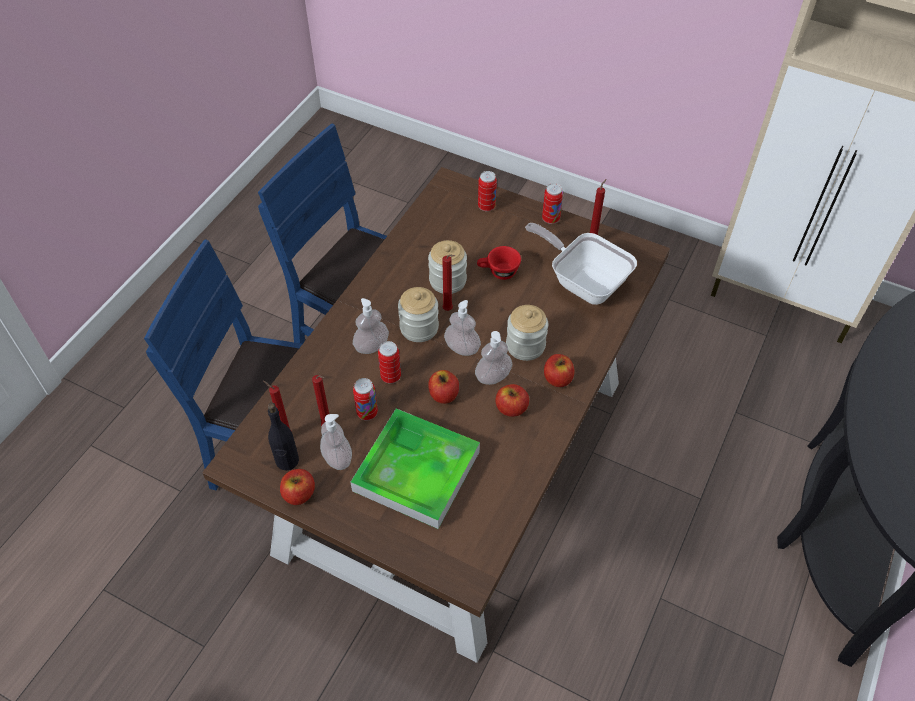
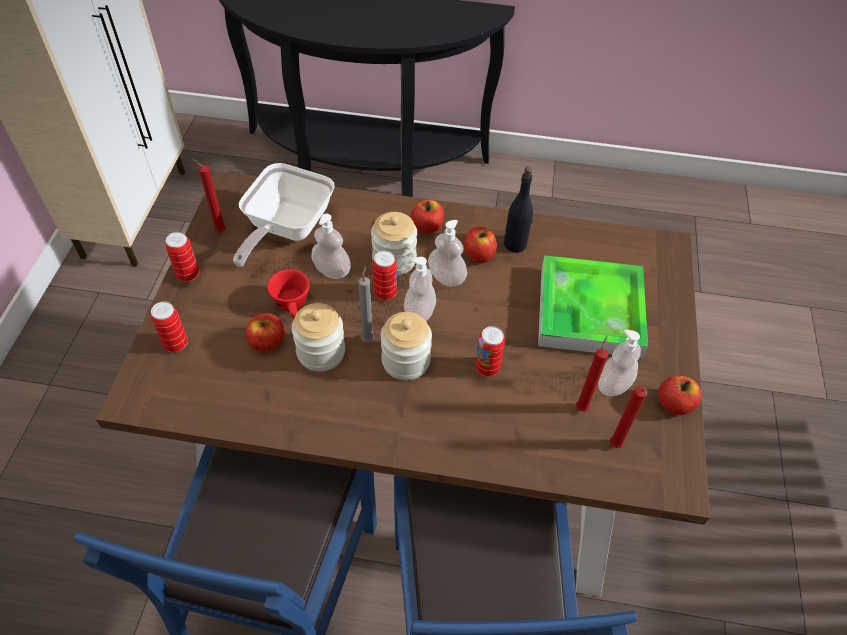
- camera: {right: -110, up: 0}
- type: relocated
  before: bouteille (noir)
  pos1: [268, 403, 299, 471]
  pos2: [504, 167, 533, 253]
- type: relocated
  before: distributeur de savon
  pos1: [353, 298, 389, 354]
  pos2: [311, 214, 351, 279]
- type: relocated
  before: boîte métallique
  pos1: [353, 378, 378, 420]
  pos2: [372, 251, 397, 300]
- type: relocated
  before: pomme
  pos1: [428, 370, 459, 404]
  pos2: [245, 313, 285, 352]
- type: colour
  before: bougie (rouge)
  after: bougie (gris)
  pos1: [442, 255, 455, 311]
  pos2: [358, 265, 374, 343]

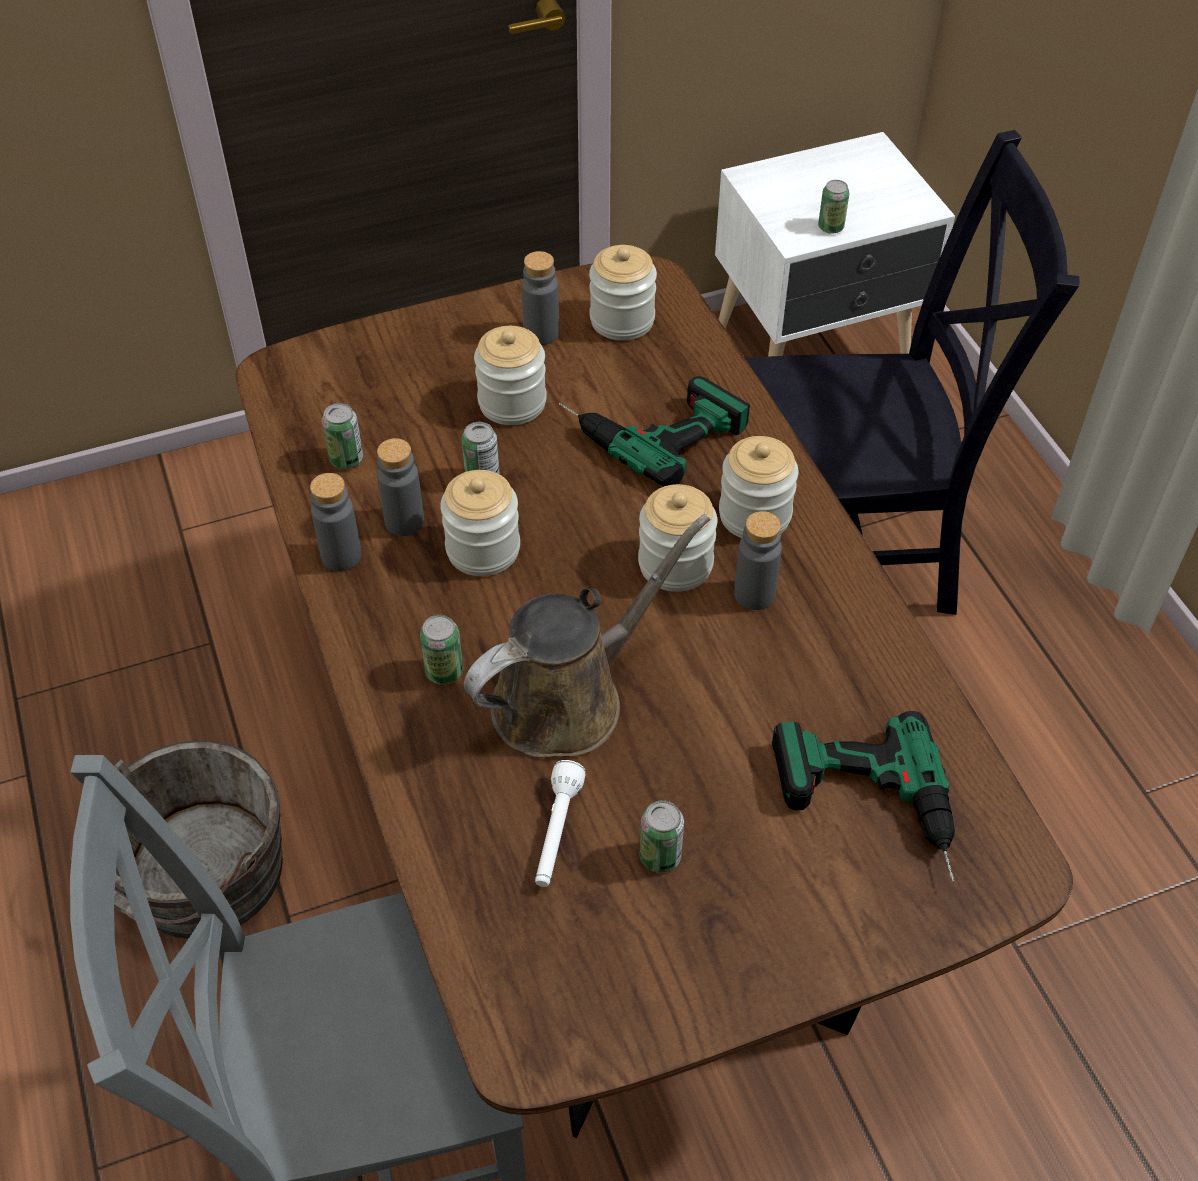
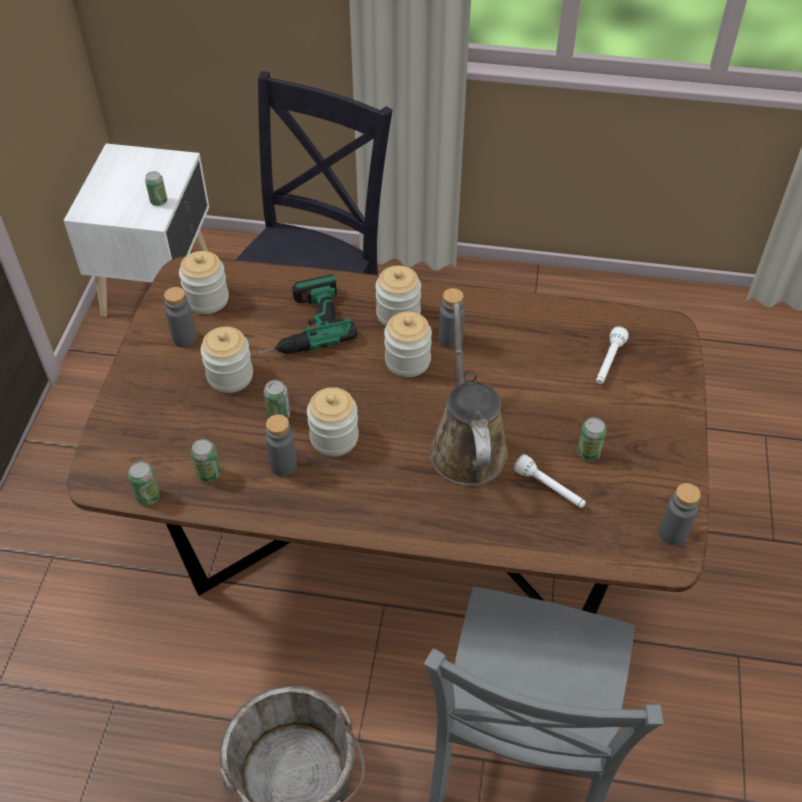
- camera: {right: -60, up: 0}
- type: relocated
  before: bouteille (gris)
  pos1: [310, 473, 361, 571]
  pos2: [659, 483, 701, 546]
- type: relocated
  before: boîte métallique
  pos1: [420, 615, 463, 684]
  pos2: [128, 461, 160, 505]
- type: exchanged
  before: perceuse
  after: lampe de poche (blanc)
  pos1: [772, 711, 955, 882]
  pos2: [596, 326, 629, 384]

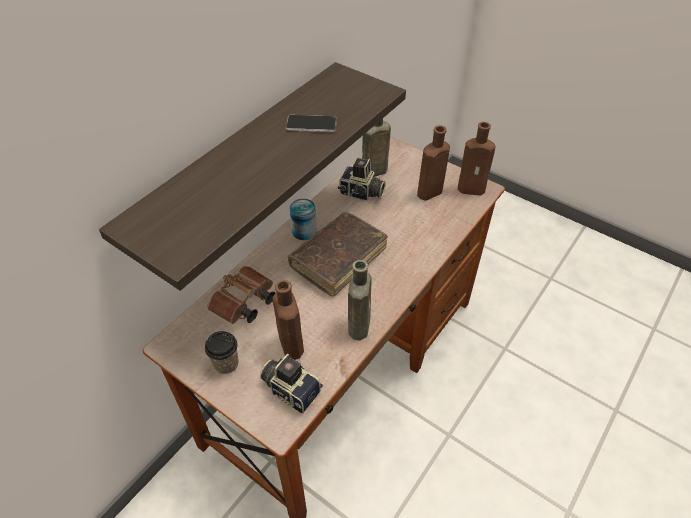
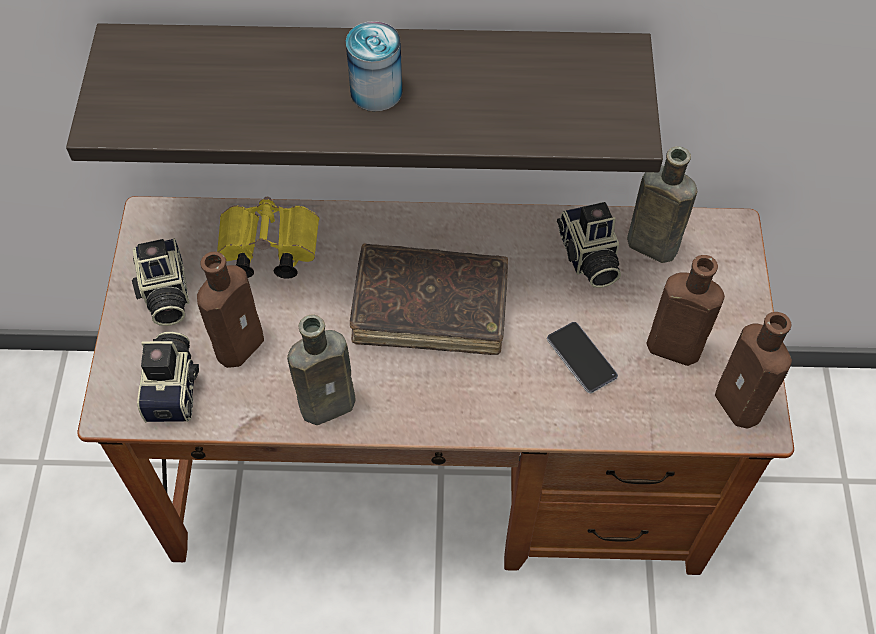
- camera: {right: 55, up: 10}
- type: relocated
  before: téléphone
  pos1: [286, 115, 337, 132]
  pos2: [547, 322, 618, 393]
- type: relocated
  before: boîte métallique
  pos1: [290, 199, 316, 240]
  pos2: [346, 21, 402, 111]
- type: exchanged
  before: tasse
  after: appareil photo
  pos1: [205, 331, 238, 374]
  pos2: [132, 238, 190, 326]
- type: colour
  before: jumelles (marron)
  after: jumelles (jaune)
  pos1: [207, 266, 276, 324]
  pos2: [217, 197, 319, 279]

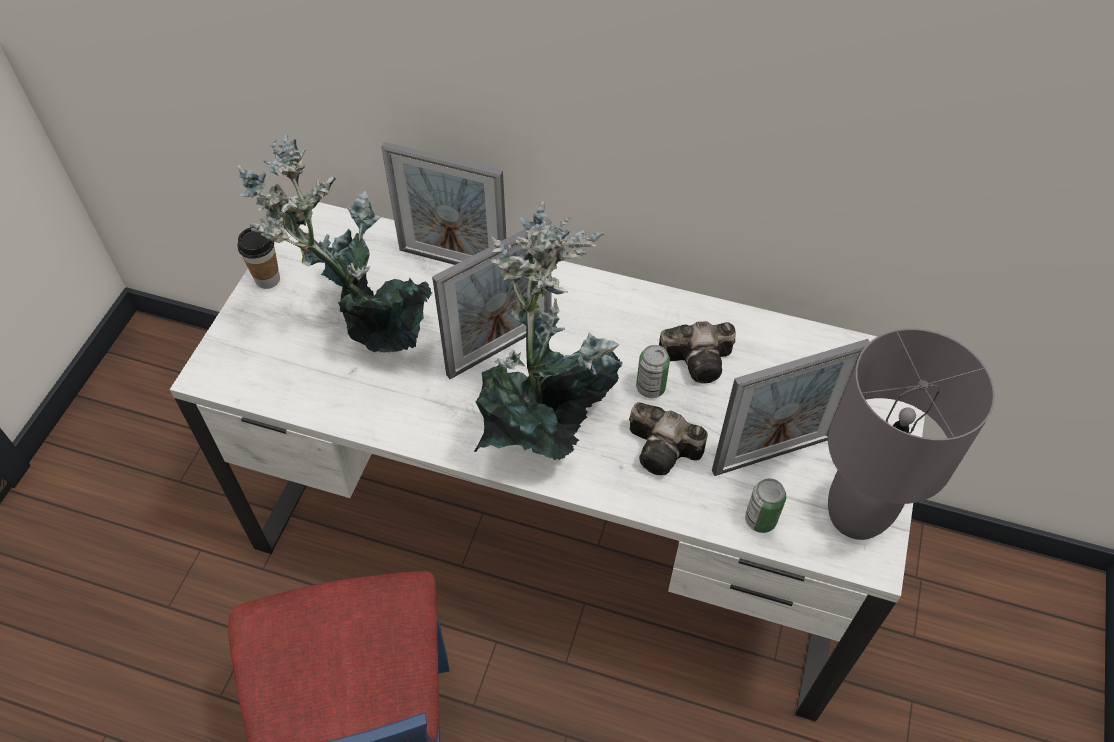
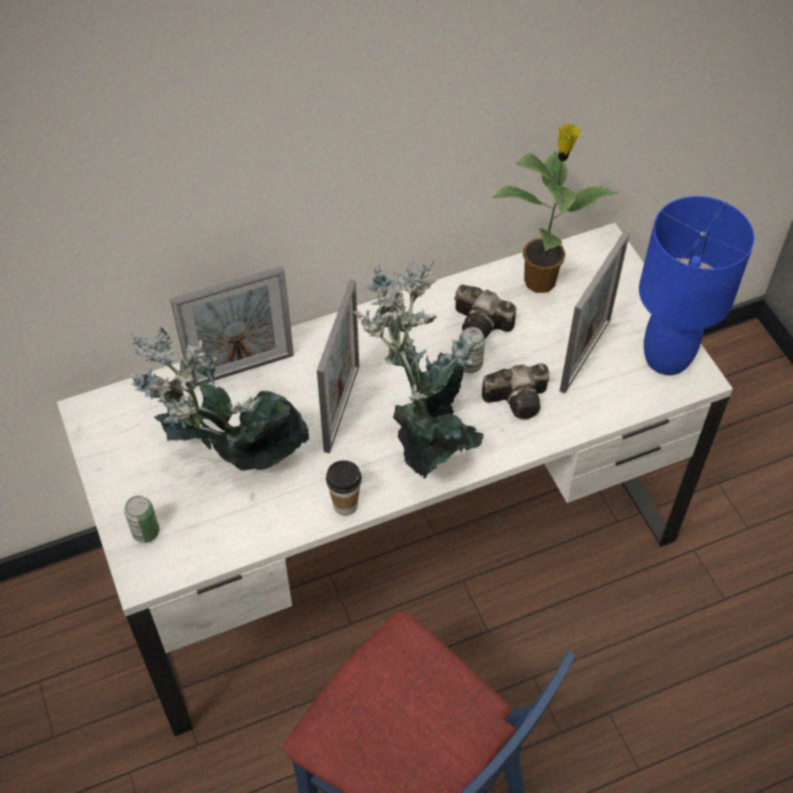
- camera: {right: -40, up: 0}
- type: appeared
  after: plante en pot
  pos2: [491, 123, 619, 293]
- type: relocated
  before: tasse
  pos1: [238, 227, 280, 289]
  pos2: [326, 460, 362, 516]
- type: relocated
  before: boîte métallique
  pos1: [745, 479, 786, 533]
  pos2: [124, 495, 160, 543]
- type: colour
  before: lampe de table (gris)
  after: lampe de table (bleu)
  pos1: [828, 328, 995, 540]
  pos2: [639, 196, 755, 375]
- type: spun
  before: appareil photo
  pos1: [659, 321, 736, 384]
  pos2: [454, 285, 516, 339]
  turn: 75

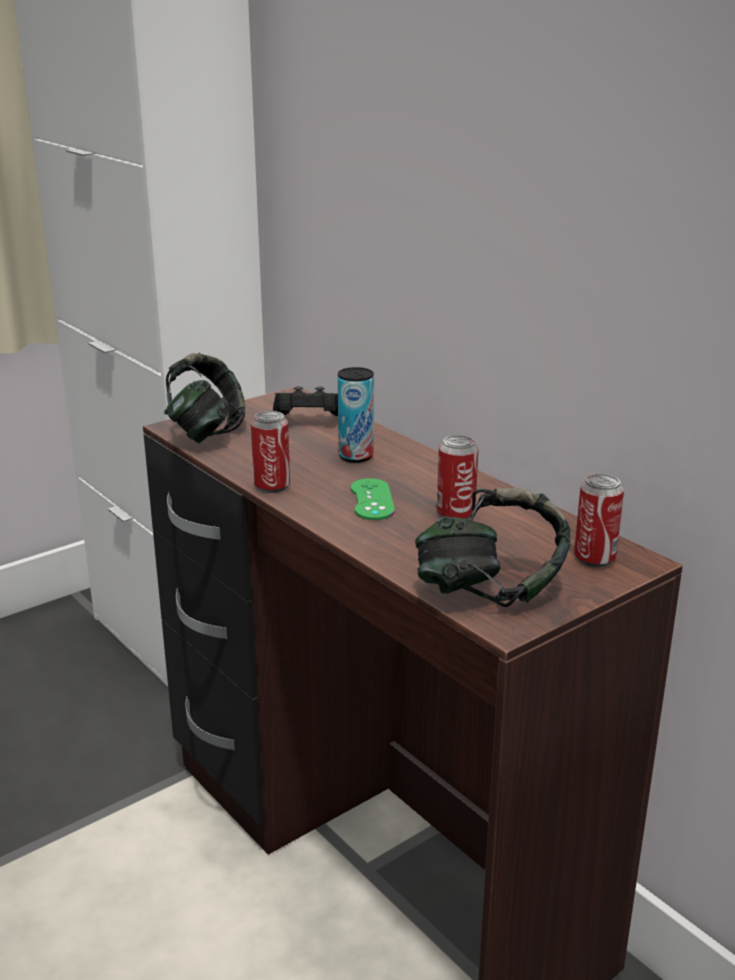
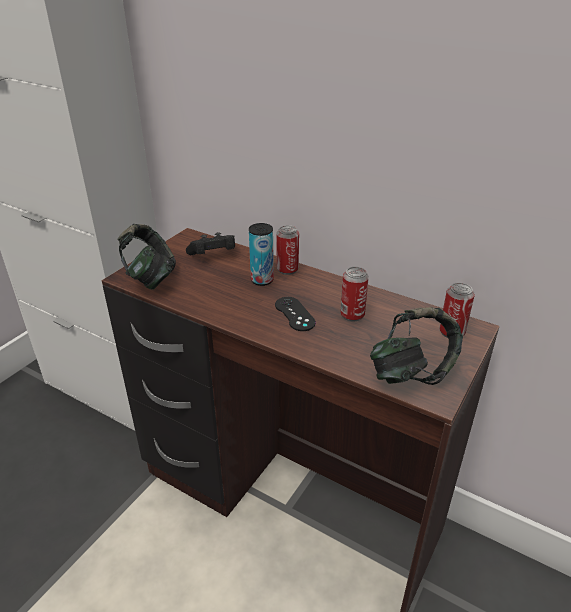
- camera: {right: -20, up: 10}
- type: relocated
  before: boîte métallique
  pos1: [251, 411, 290, 493]
  pos2: [276, 225, 299, 275]
- type: colour
  before: manette (vert)
  after: manette (noir)
  pos1: [350, 478, 395, 520]
  pos2: [275, 297, 316, 331]

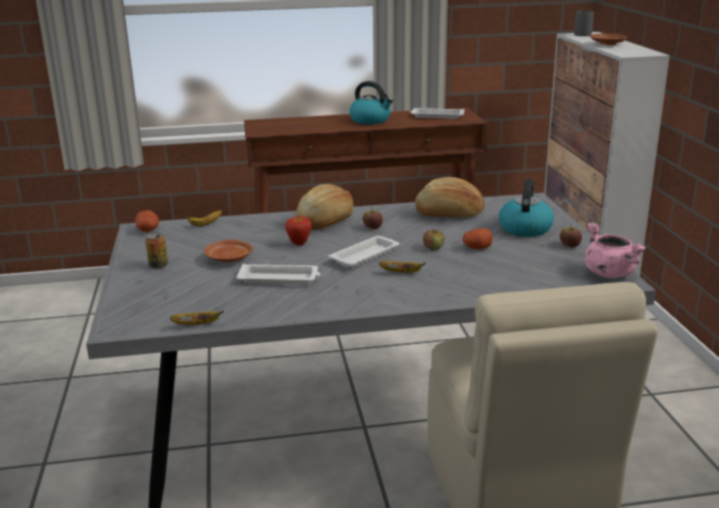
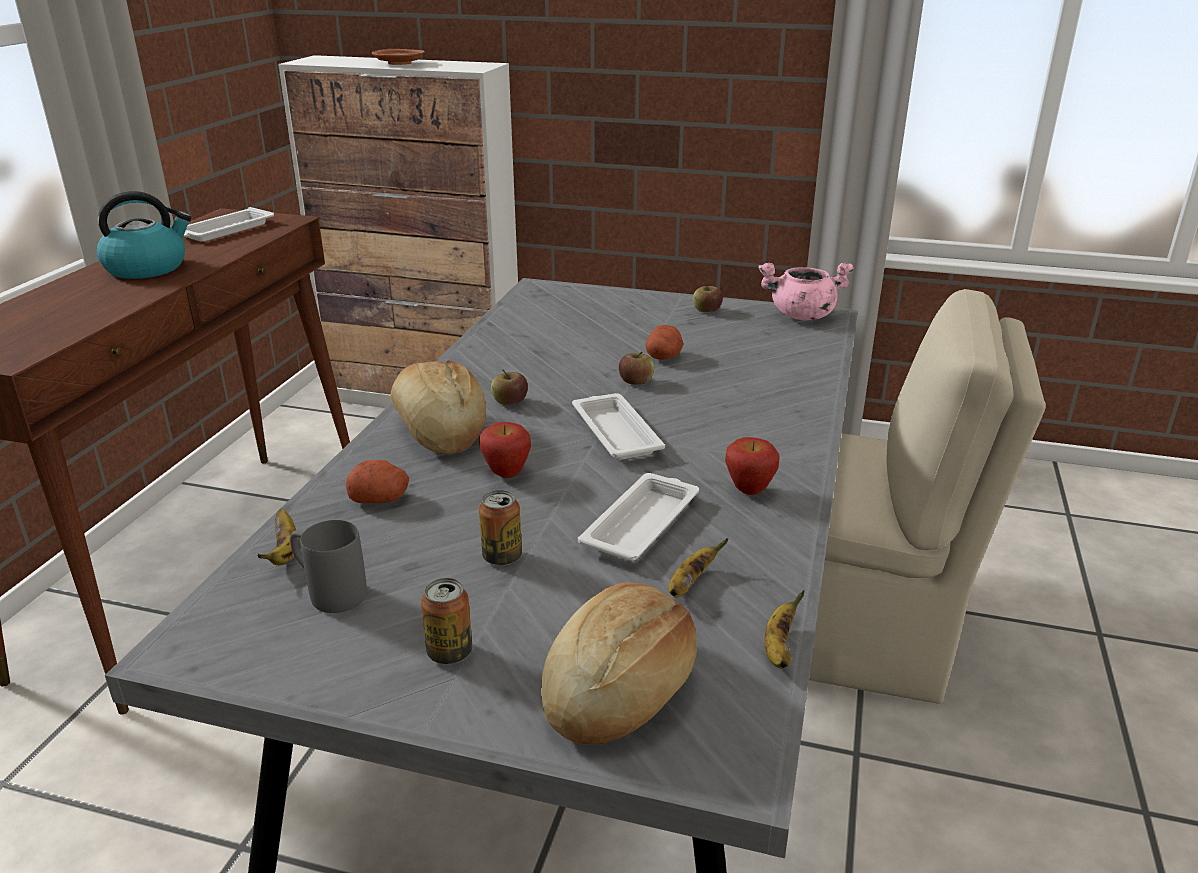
- camera: {right: -65, up: 5}
- type: missing
  before: bouilloire
  pos1: [499, 179, 554, 237]
- type: appeared
  after: pomme
  pos2: [725, 437, 779, 495]
- type: relocated
  before: pomme de terre
  pos1: [135, 210, 159, 232]
  pos2: [345, 460, 409, 503]
- type: relocated
  before: banane
  pos1: [379, 261, 425, 273]
  pos2: [668, 538, 728, 597]
- type: relocated
  before: pain
  pos1: [415, 177, 485, 217]
  pos2: [541, 582, 697, 744]
- type: relocated
  before: mug (gris)
  pos1: [574, 10, 594, 36]
  pos2: [290, 520, 367, 613]
- type: exchanged
  before: assiette (marron)
  after: boîte métallique
  pos1: [204, 240, 253, 262]
  pos2: [479, 490, 522, 566]

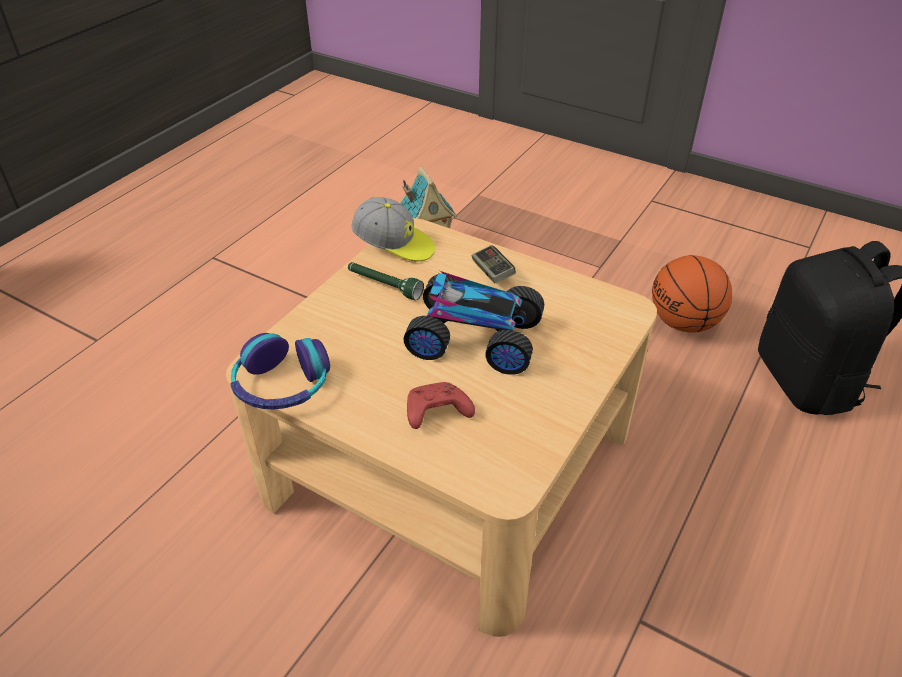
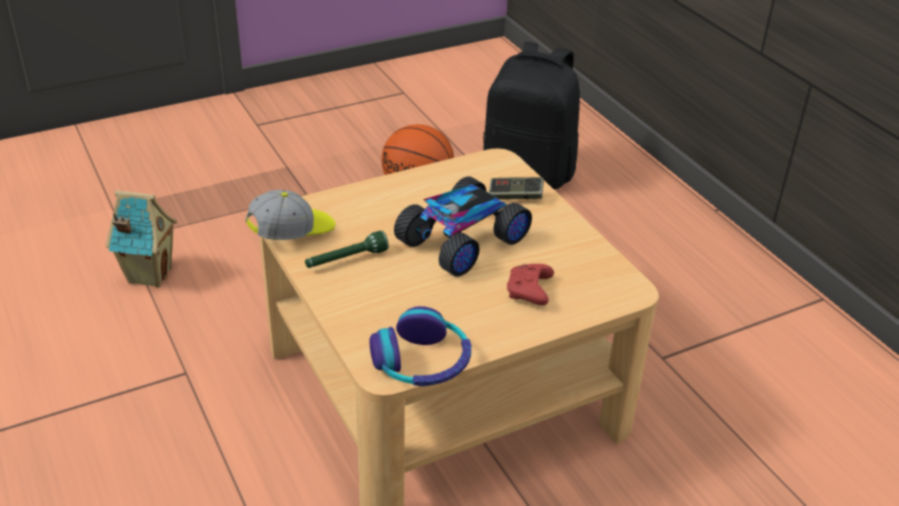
- camera: {right: -60, up: -5}
- type: relocated
  before: manette
  pos1: [472, 245, 516, 284]
  pos2: [489, 177, 544, 200]

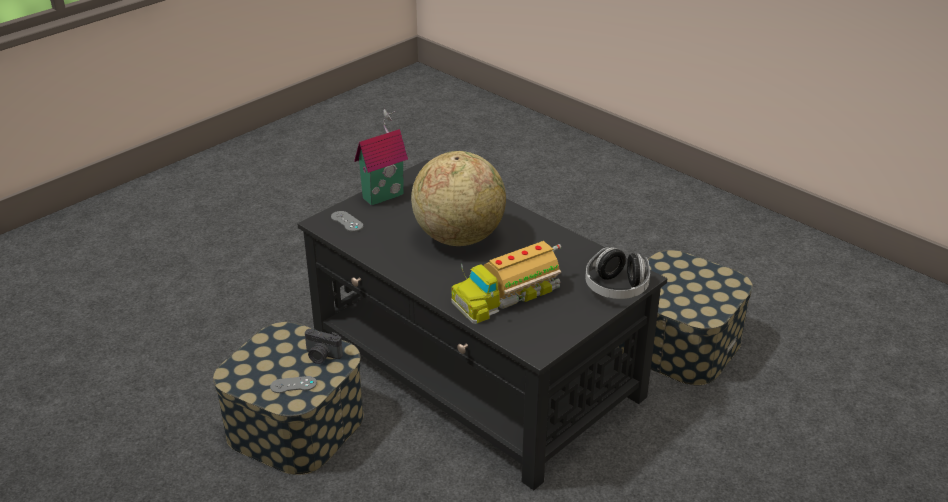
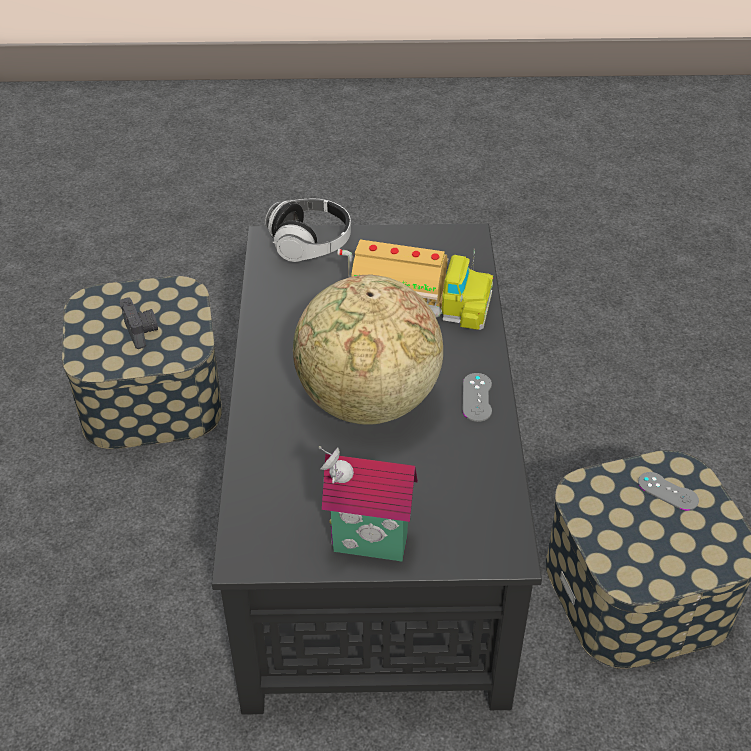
- camera: {right: -135, up: 10}
- type: relocated
  before: appareil photo
  pos1: [305, 329, 343, 364]
  pos2: [120, 297, 158, 349]
- type: relocated
  before: manette (gris)
  pos1: [331, 211, 363, 232]
  pos2: [462, 373, 492, 422]

